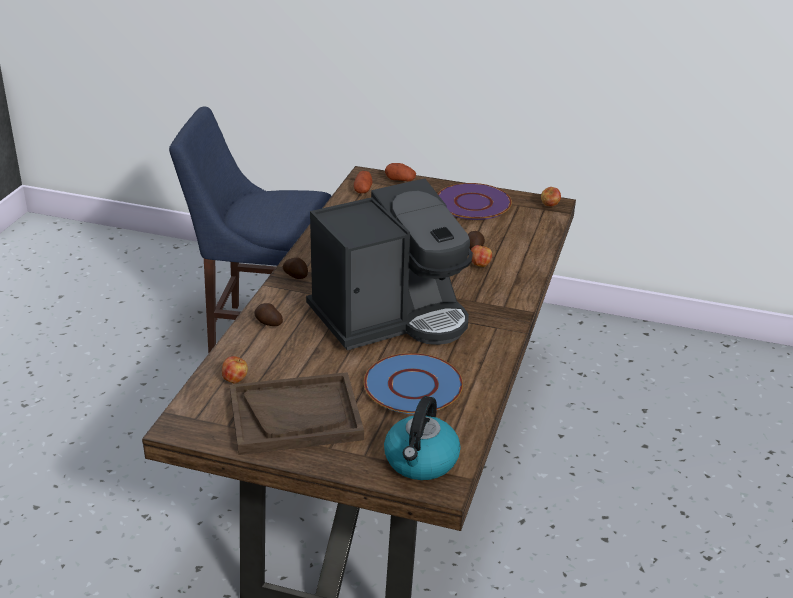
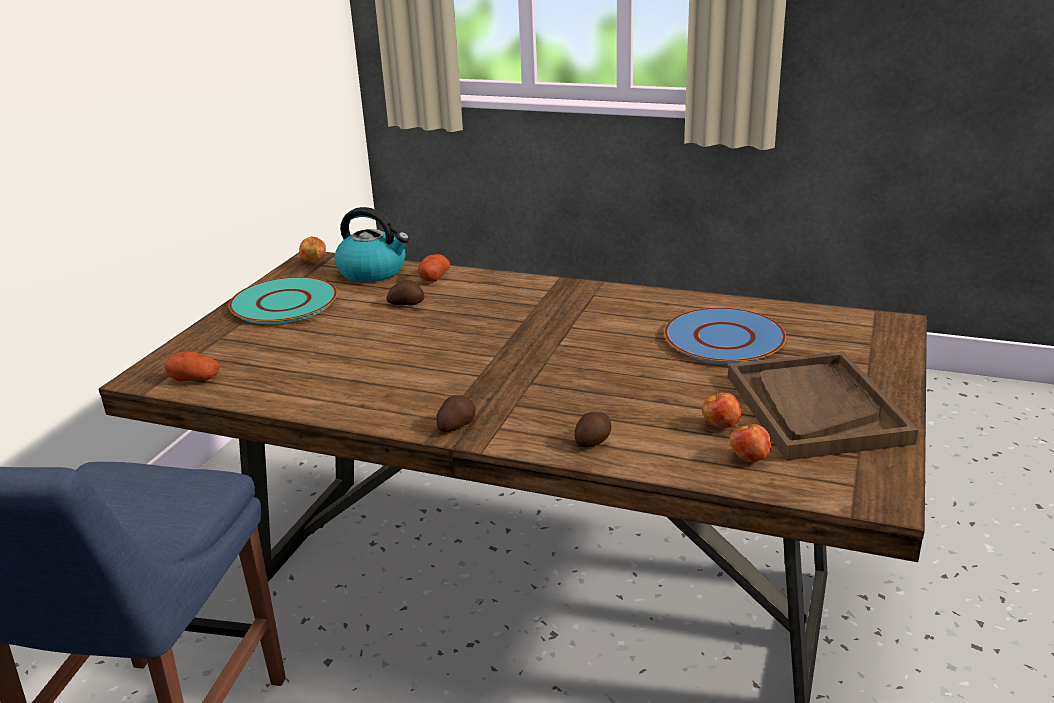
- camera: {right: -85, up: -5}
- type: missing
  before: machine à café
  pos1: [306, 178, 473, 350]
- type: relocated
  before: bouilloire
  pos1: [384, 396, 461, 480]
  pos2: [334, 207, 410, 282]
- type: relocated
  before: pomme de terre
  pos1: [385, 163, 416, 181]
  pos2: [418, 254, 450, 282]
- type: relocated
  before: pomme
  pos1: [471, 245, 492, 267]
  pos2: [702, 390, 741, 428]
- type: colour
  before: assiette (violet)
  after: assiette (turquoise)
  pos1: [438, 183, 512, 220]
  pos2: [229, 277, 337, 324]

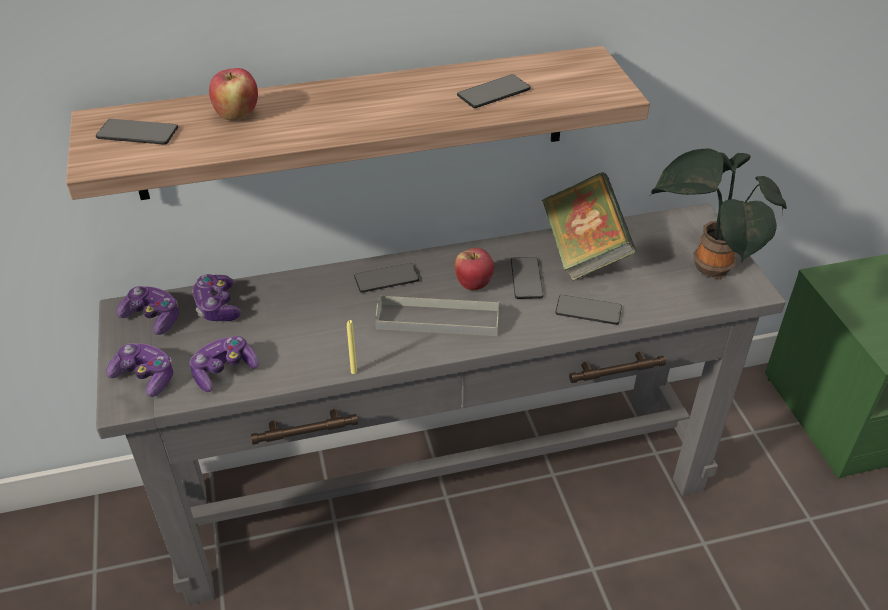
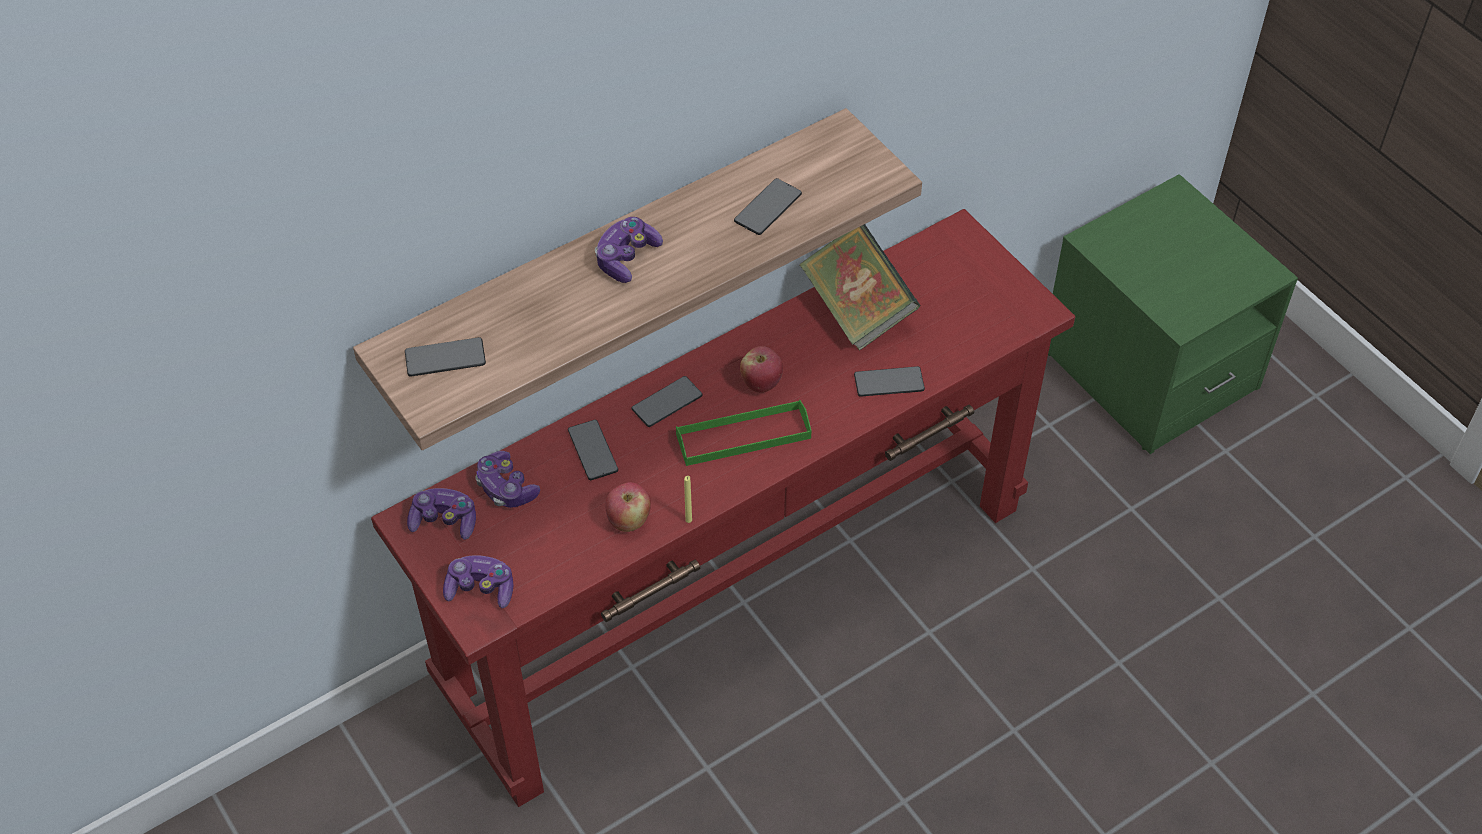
- camera: {right: -20, up: 10}
- type: missing
  before: plante en pot
  pos1: [651, 149, 787, 280]
- type: relocated
  before: manette
  pos1: [189, 336, 259, 392]
  pos2: [595, 217, 663, 283]
- type: relocated
  before: pomme
  pos1: [209, 68, 258, 120]
  pos2: [605, 482, 651, 532]
- type: relocated
  before: téléphone
  pos1: [511, 257, 543, 299]
  pos2: [568, 420, 618, 480]
- type: colour
  before: table console (gris)
  after: table console (rouge)
  pos1: [96, 203, 786, 605]
  pos2: [371, 209, 1075, 807]
- type: colour
  before: plateau (gris)
  after: plateau (vert)
  pos1: [375, 295, 499, 336]
  pos2: [676, 400, 812, 466]

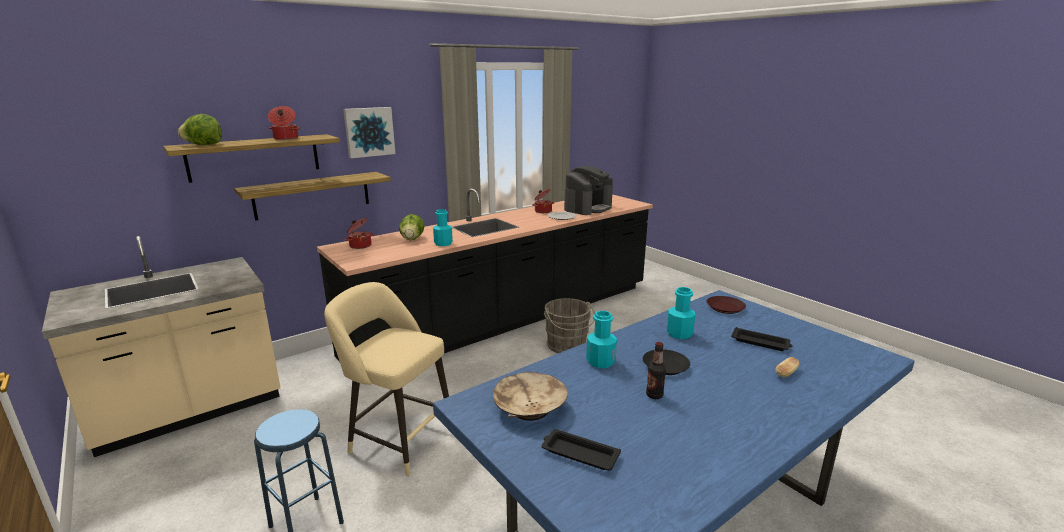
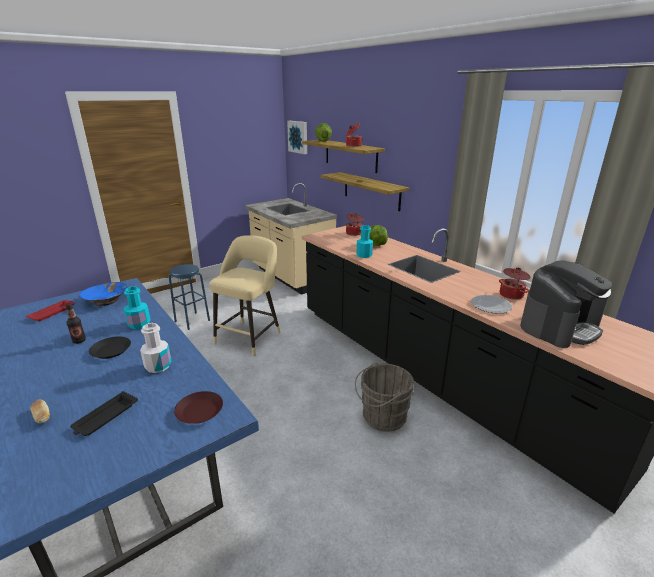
- camera: {right: 90, up: 5}
- type: relocated
  before: tableau
  pos1: [343, 107, 395, 158]
  pos2: [287, 121, 307, 154]
- type: colour
  before: bol (beige)
  after: bol (bleu)
  pos1: [493, 372, 568, 421]
  pos2: [80, 282, 128, 306]
- type: colour
  before: plateau (noir)
  after: plateau (rouge)
  pos1: [542, 429, 621, 471]
  pos2: [26, 300, 75, 321]
- type: colour
  before: bouteille (turquoise)
  after: bouteille (blanc)
  pos1: [667, 287, 695, 339]
  pos2: [140, 323, 172, 373]
- type: spun
  before: machine à café
  pos1: [564, 166, 613, 215]
  pos2: [520, 260, 612, 348]
  turn: -75

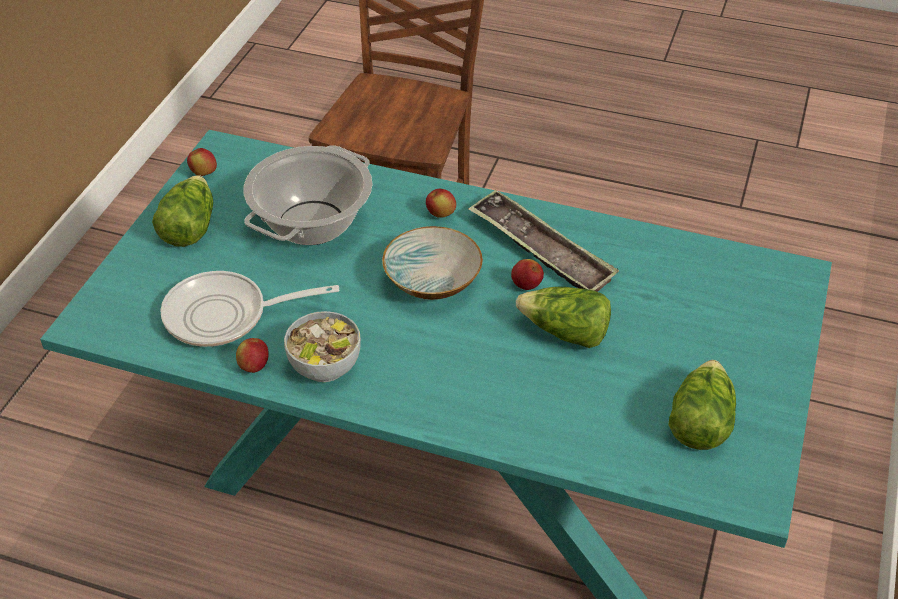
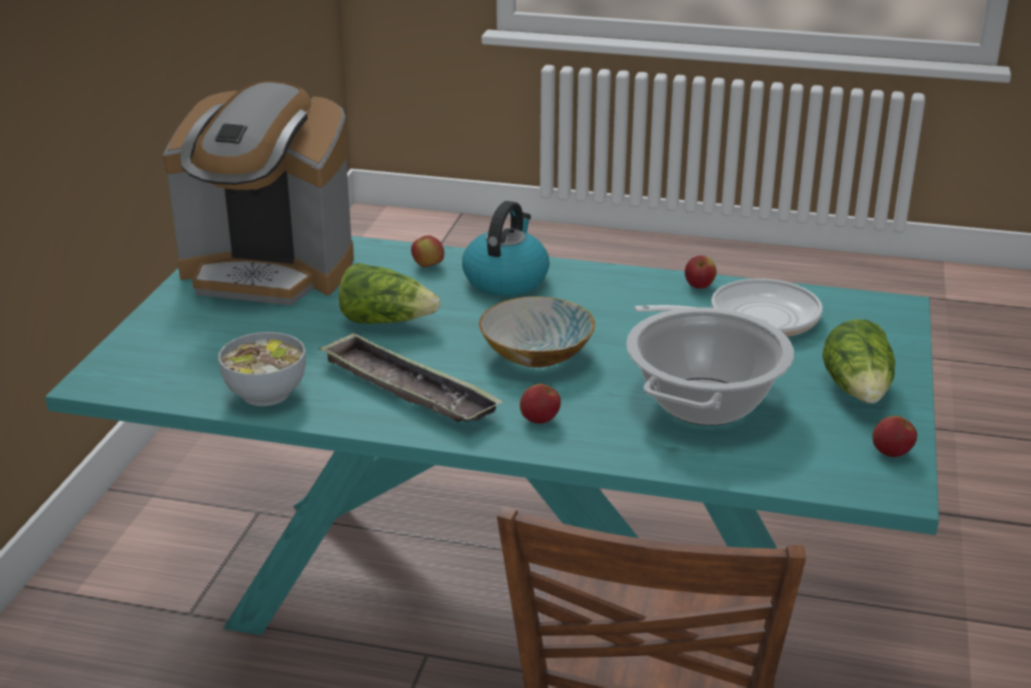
- camera: {right: 175, up: -15}
- type: appeared
  after: bouilloire
  pos2: [462, 201, 549, 296]
- type: relocated
  before: bol
  pos1: [284, 311, 361, 382]
  pos2: [218, 332, 306, 406]
- type: relocated
  before: pomme
  pos1: [511, 259, 544, 290]
  pos2: [411, 235, 444, 267]
- type: exchanged
  before: laitue
  after: machine à café
  pos1: [668, 360, 736, 450]
  pos2: [163, 81, 354, 305]

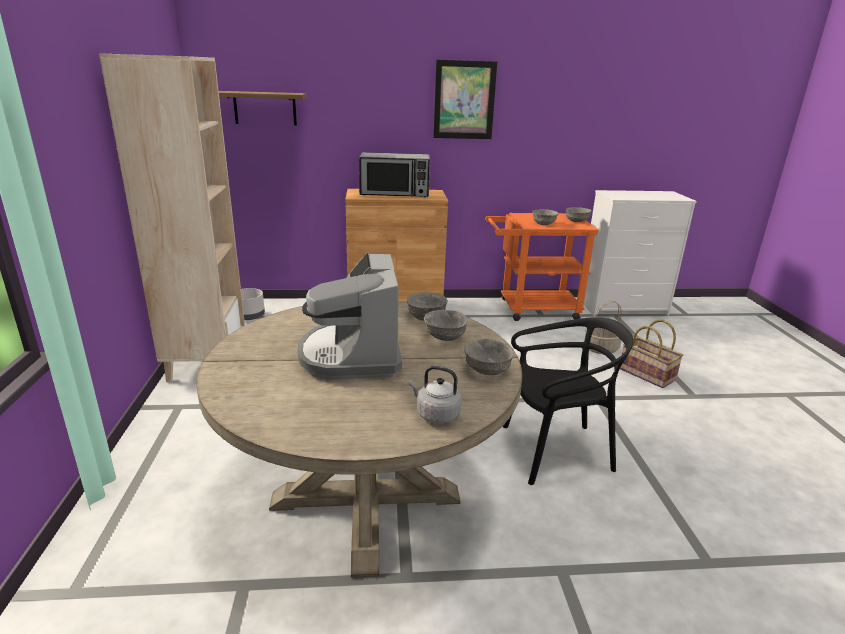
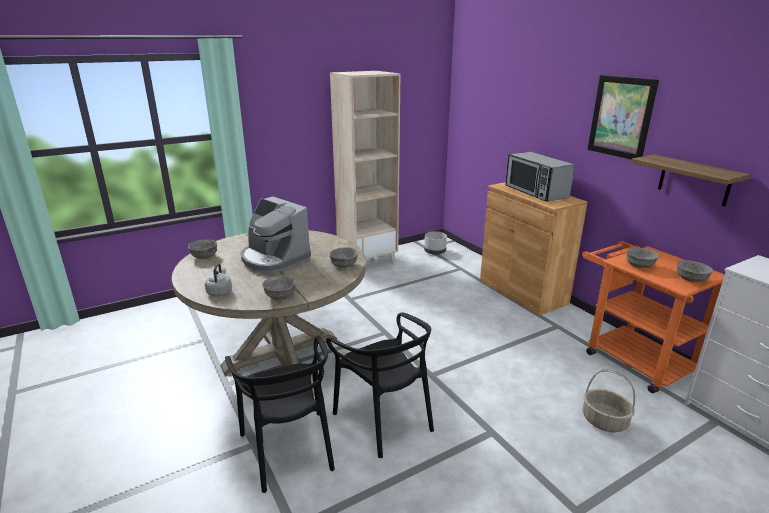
- camera: {right: 65, up: 0}
- type: missing
  before: panier
  pos1: [620, 320, 683, 388]
- type: appeared
  after: chaise (noir)
  pos2: [225, 336, 335, 493]
- type: relocated
  before: étagère
  pos1: [219, 91, 307, 125]
  pos2: [631, 154, 751, 207]
- type: relocated
  before: bol (gris)
  pos1: [424, 310, 468, 341]
  pos2: [188, 239, 217, 259]
- type: spun
  before: machine à café
  pos1: [297, 253, 402, 379]
  pos2: [240, 197, 311, 273]
  turn: -105

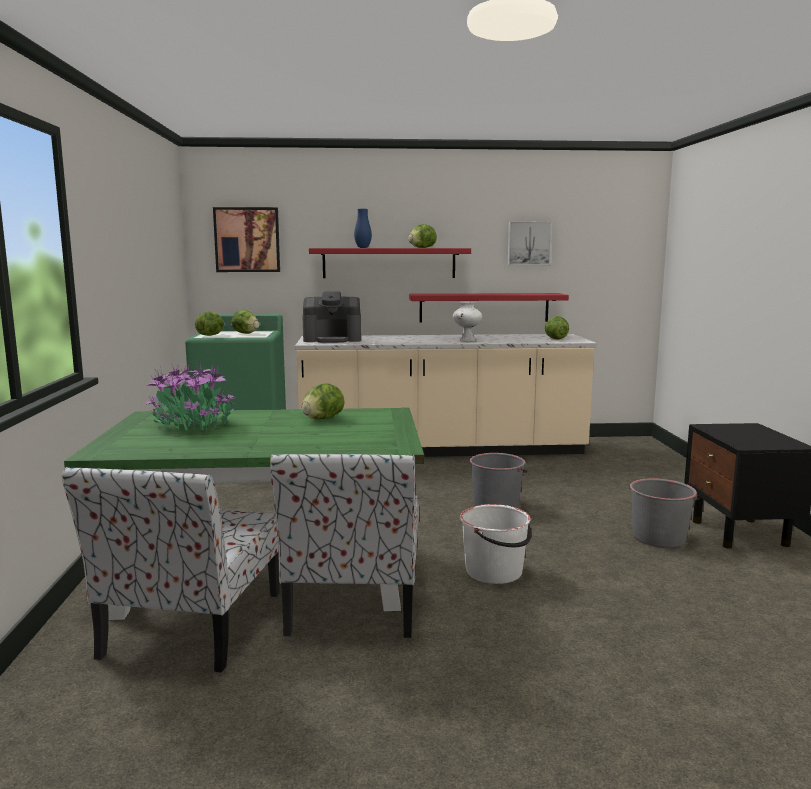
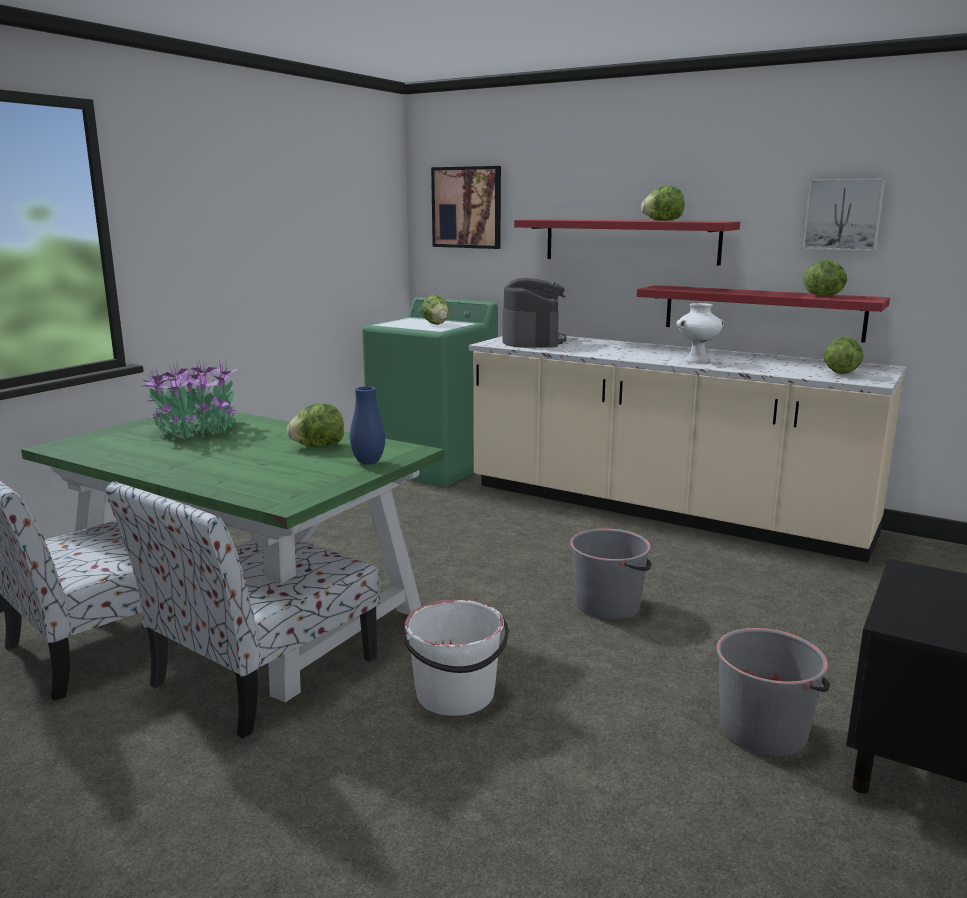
- camera: {right: 35, up: 5}
- type: relocated
  before: laitue
  pos1: [195, 311, 224, 336]
  pos2: [803, 260, 847, 296]
- type: relocated
  before: vase (bleu)
  pos1: [354, 209, 372, 248]
  pos2: [350, 386, 385, 465]
- type: spun
  before: machine à café
  pos1: [302, 292, 361, 343]
  pos2: [502, 278, 566, 348]
  turn: -120

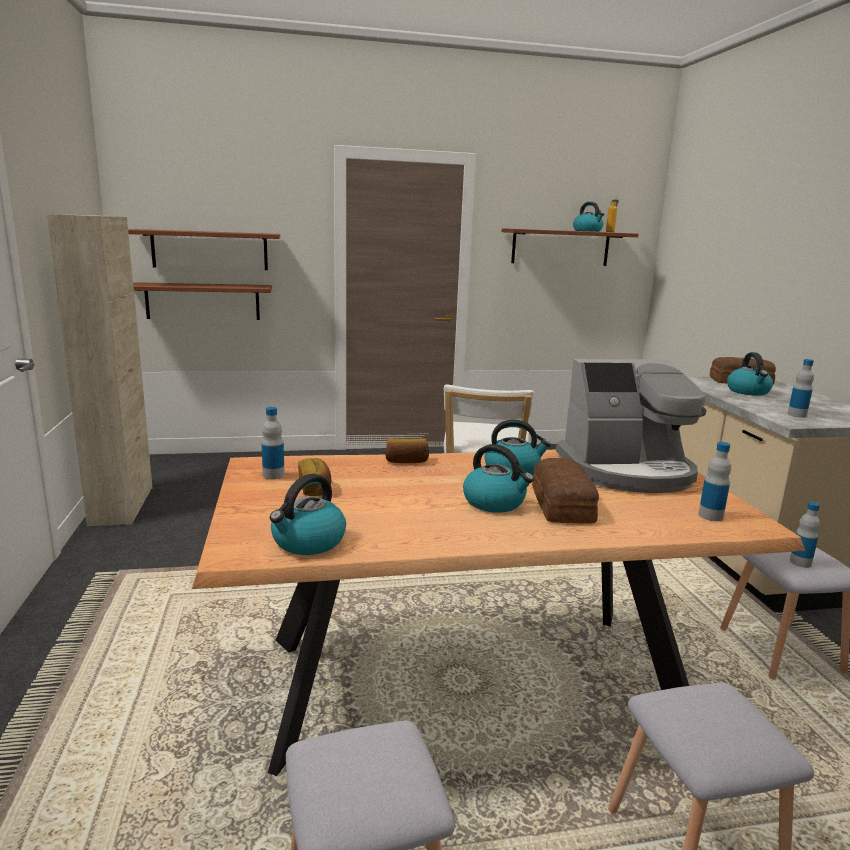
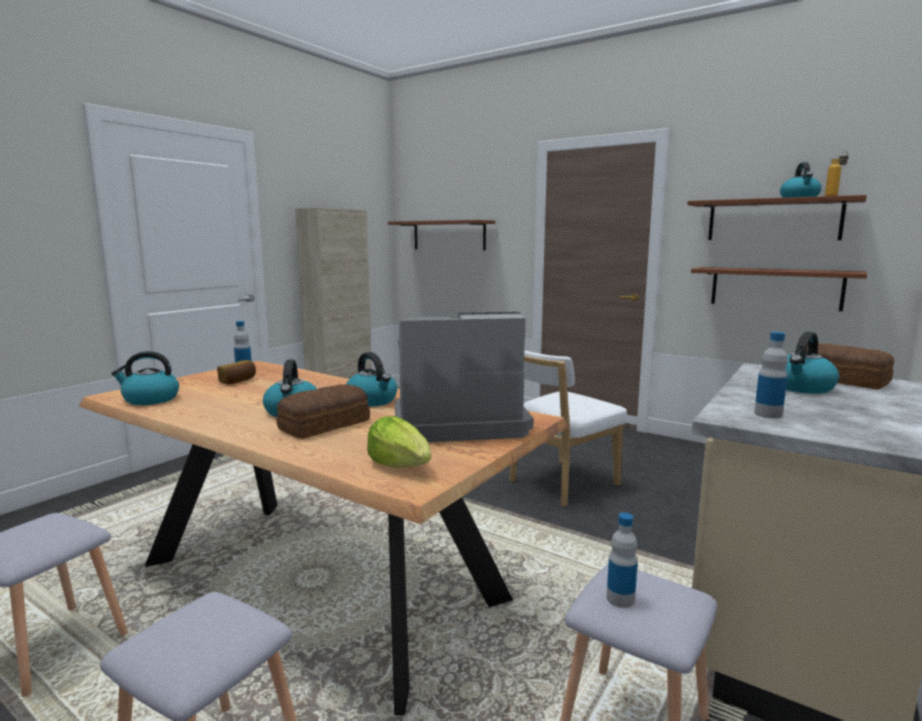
- camera: {right: 45, up: -5}
- type: missing
  before: pain
  pos1: [385, 438, 429, 463]
- type: relocated
  before: étagère (marron)
  pos1: [133, 282, 272, 320]
  pos2: [691, 267, 867, 311]
- type: exchanged
  before: bouteille
  after: laitue
  pos1: [698, 442, 731, 521]
  pos2: [367, 416, 431, 468]
- type: spun
  before: machine à café
  pos1: [556, 359, 707, 493]
  pos2: [395, 312, 534, 442]
  turn: 135

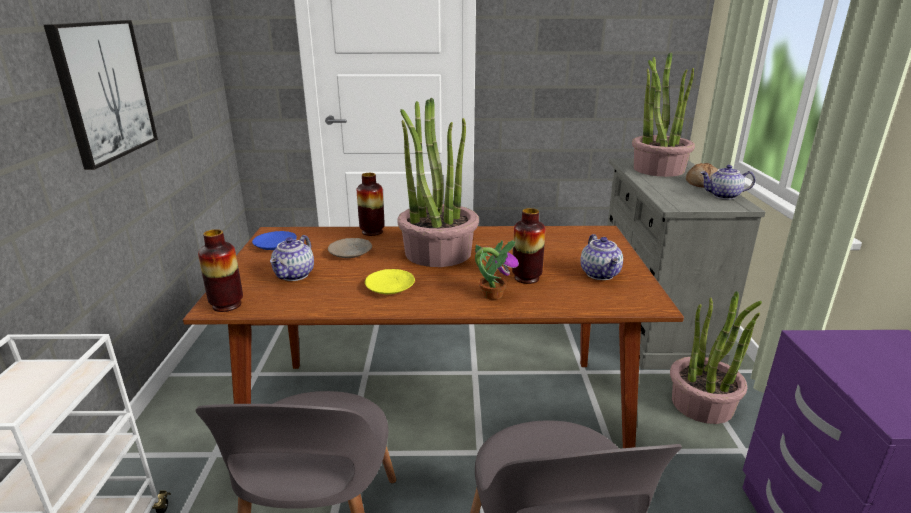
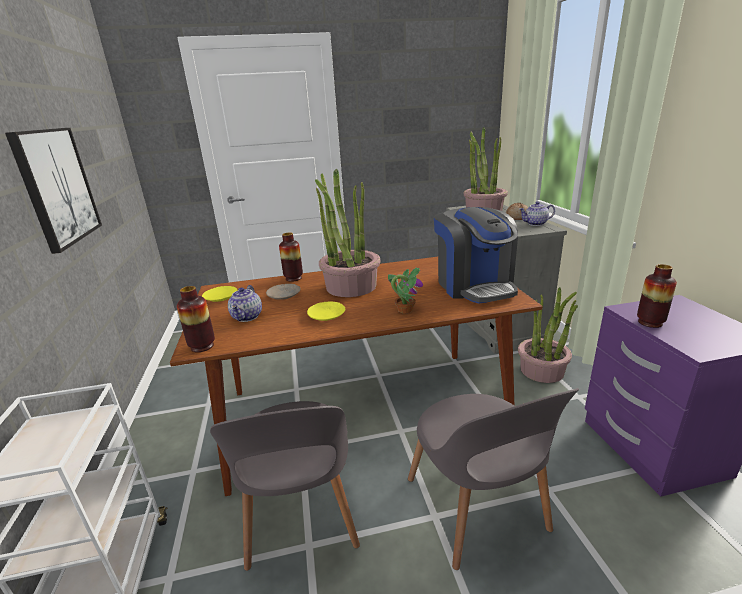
- camera: {right: -10, up: 0}
- type: relocated
  before: vase
  pos1: [512, 208, 545, 284]
  pos2: [637, 264, 677, 328]
- type: exchanged
  before: théière
  after: machine à café
  pos1: [580, 234, 623, 280]
  pos2: [434, 207, 518, 304]
- type: colour
  before: assiette (bleu)
  after: assiette (jaune)
  pos1: [252, 231, 297, 250]
  pos2: [202, 286, 237, 302]

